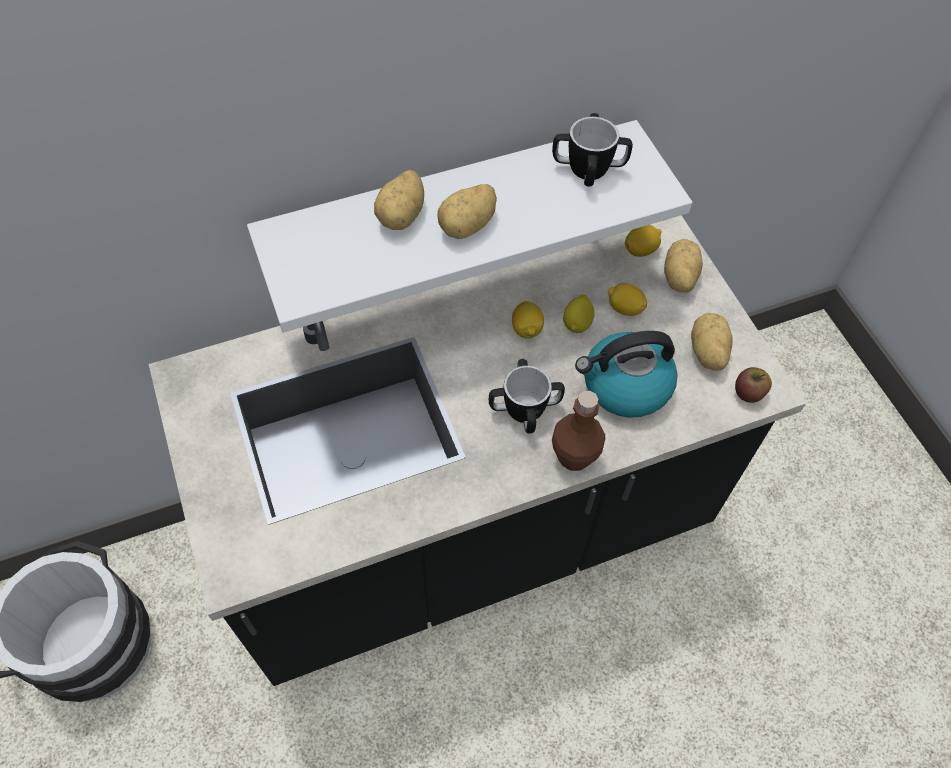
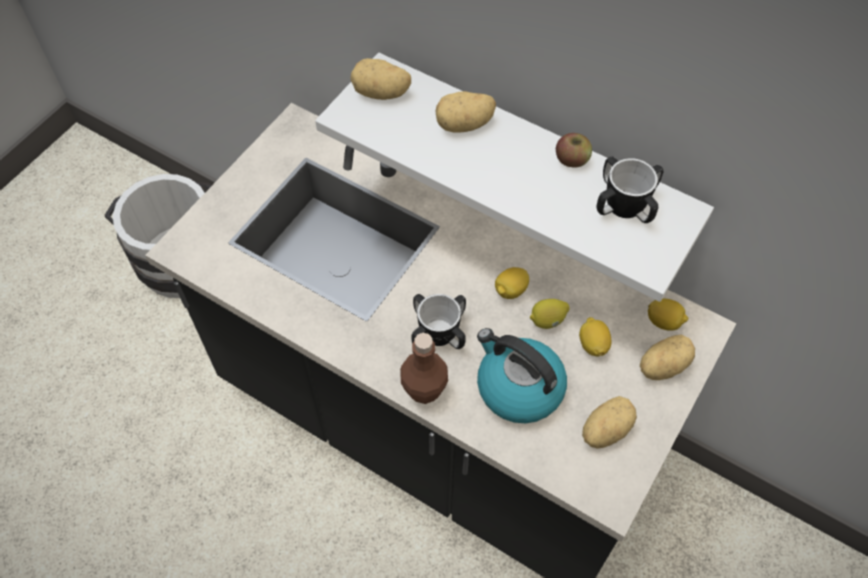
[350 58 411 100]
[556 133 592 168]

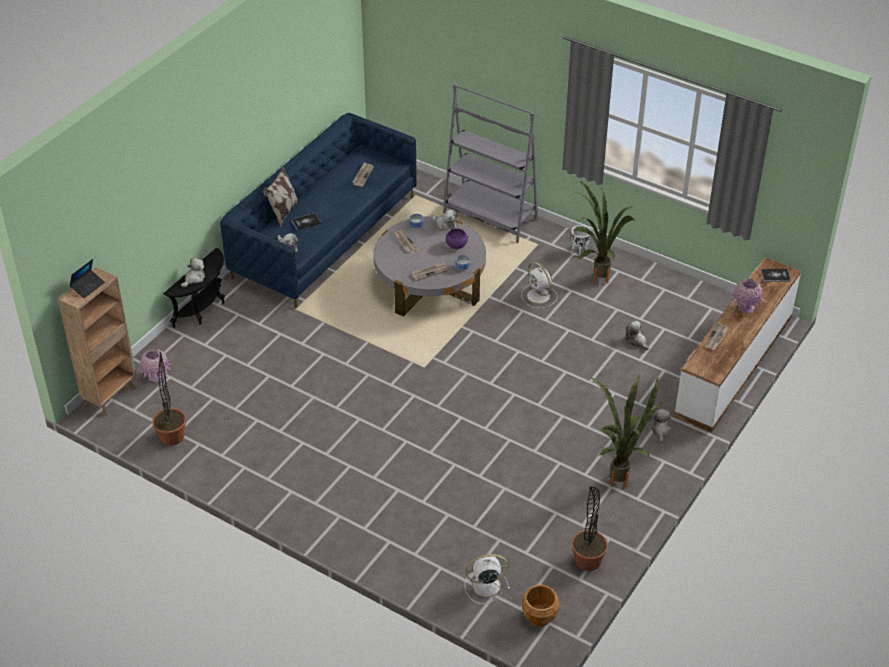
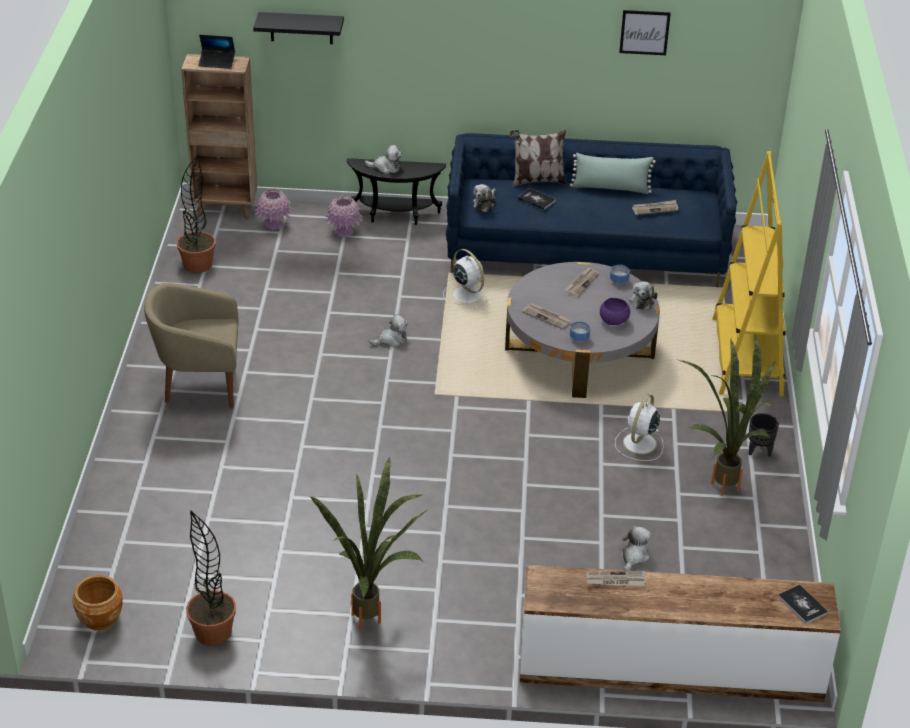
[144 283 238 409]
[253 12 344 44]
[325 196 363 237]
[369 314 408 347]
[443 249 490 309]
[570 153 656 194]
[619 10 671 55]
[712 151 786 396]
[748 413 779 457]

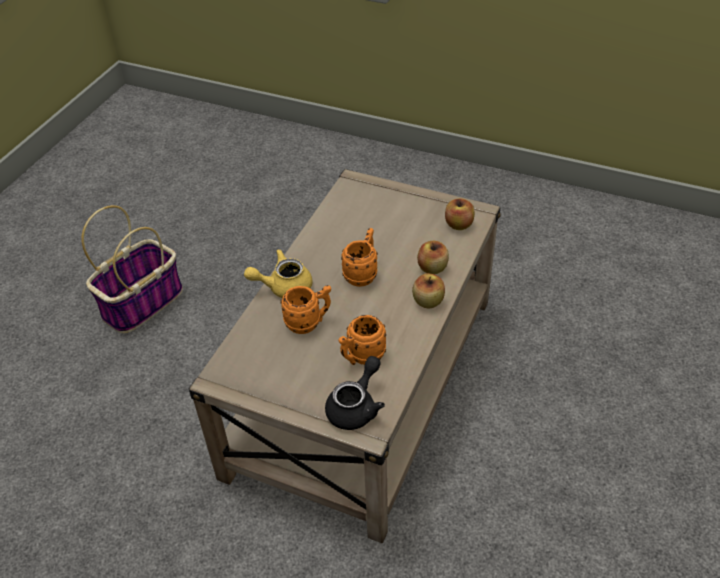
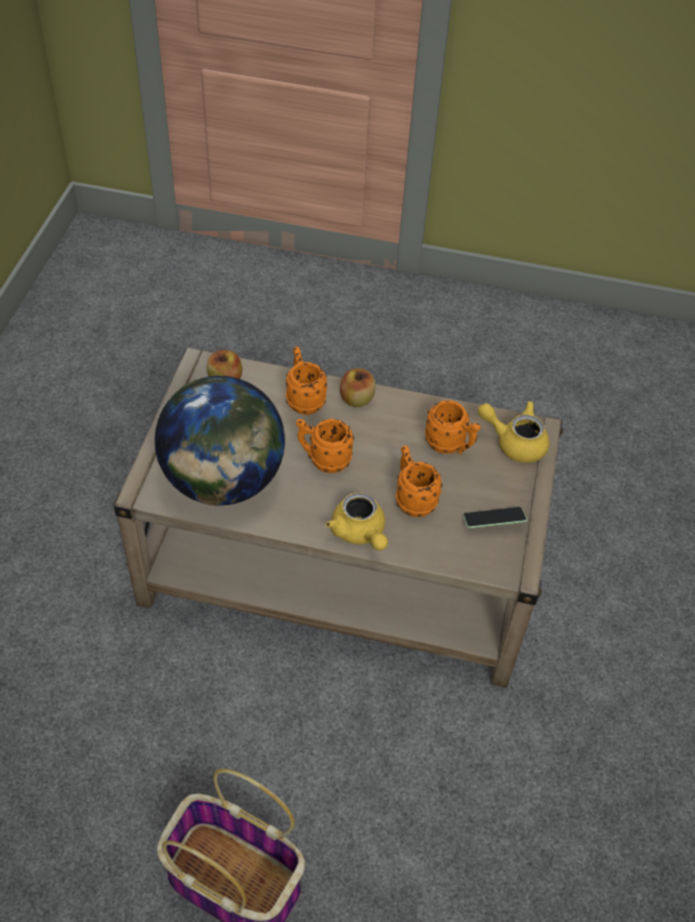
[155 376 285 506]
[286 347 327 415]
[463 507 527 528]
[478 401 549 463]

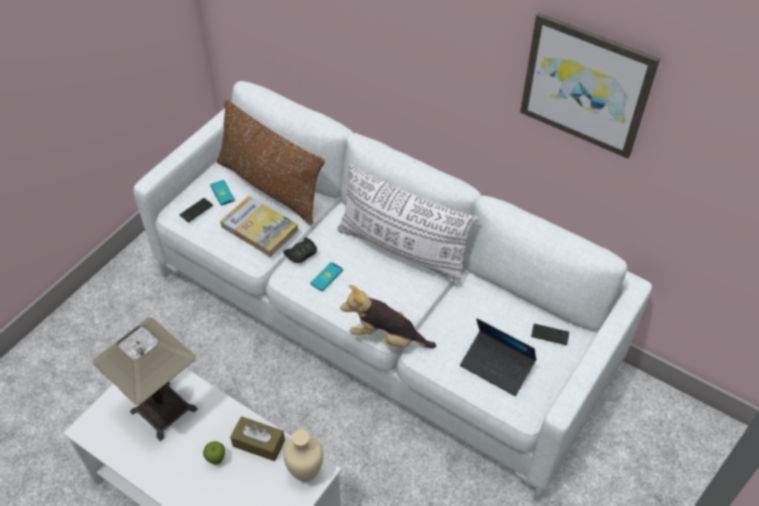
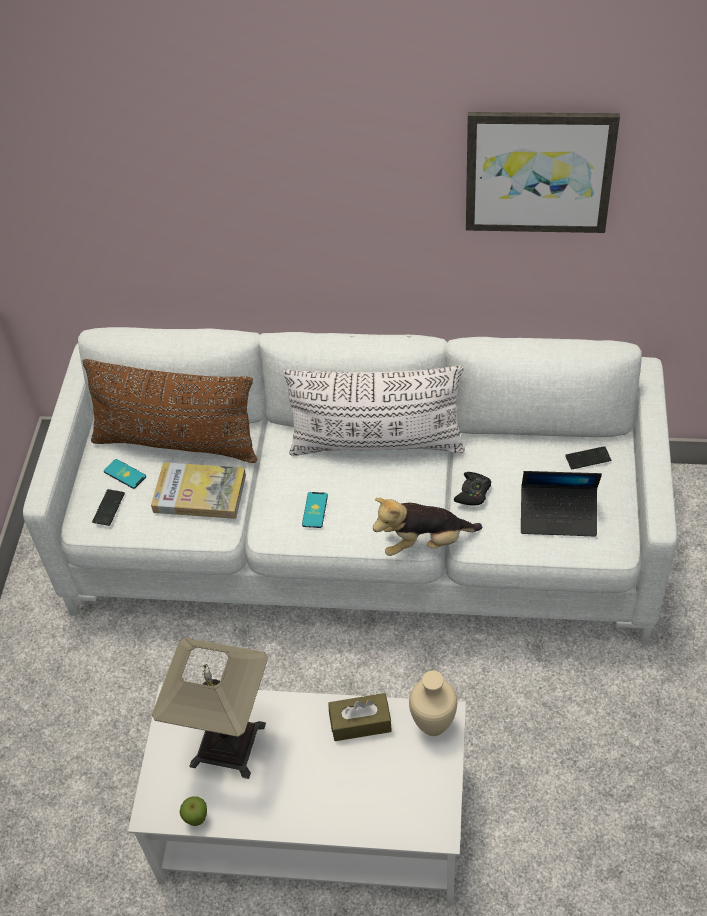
[180 796 207 826]
[454 472 491 506]

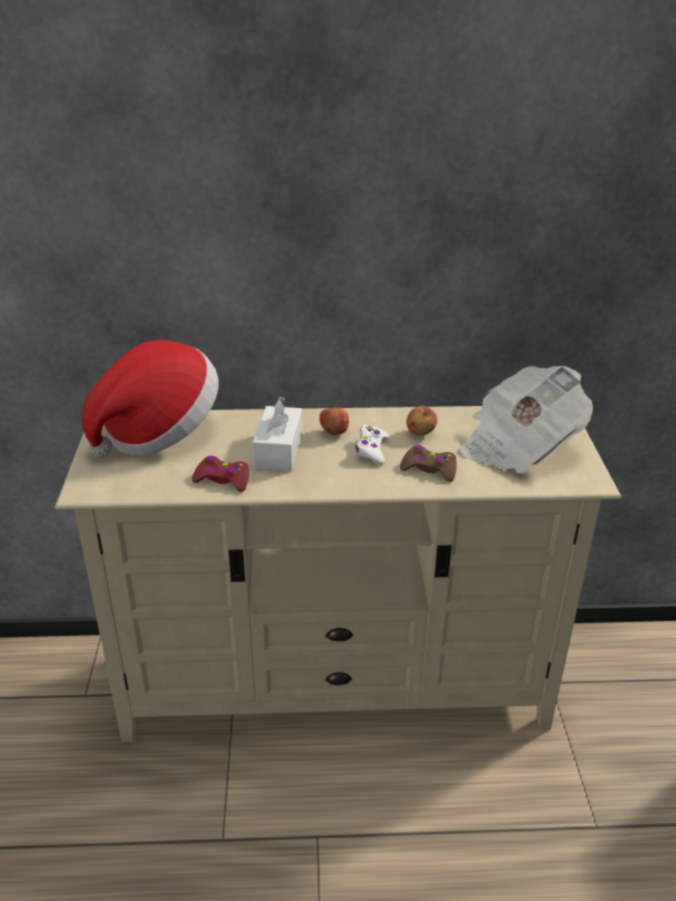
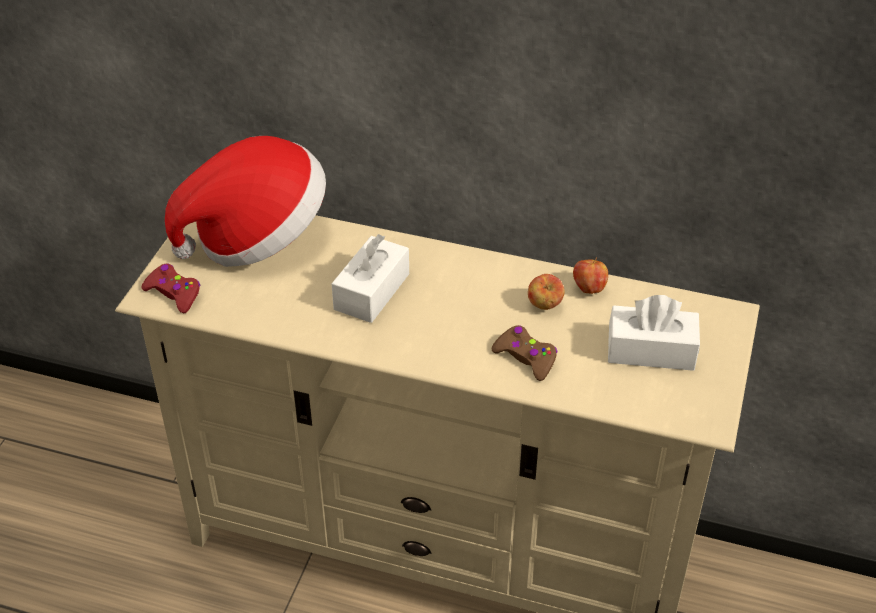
[141 264 201 314]
[573 258 608 294]
[608 295 700 371]
[356 425 389 465] (first image)

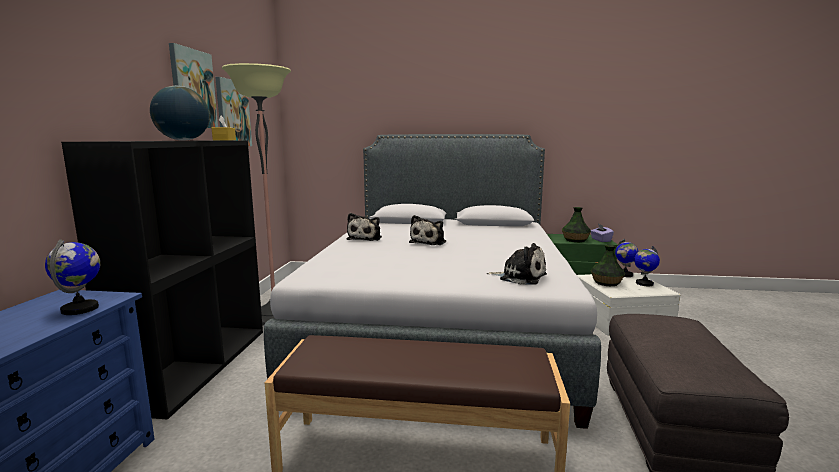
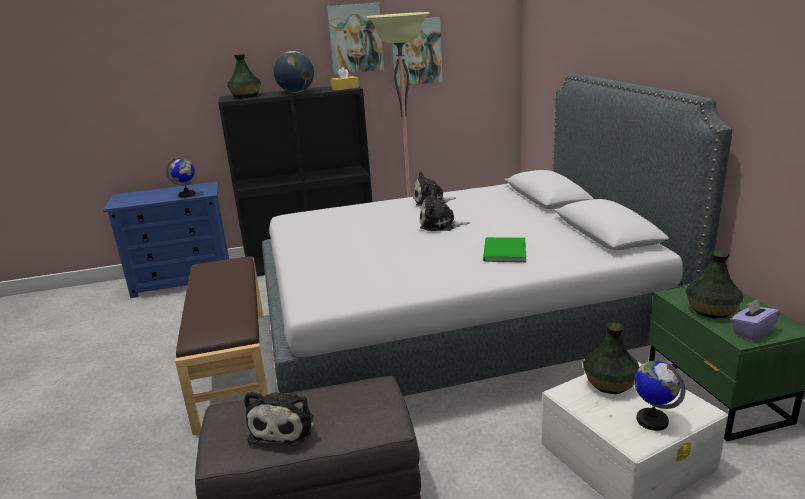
[227 54 261 98]
[244 391 314 446]
[483 237 526 262]
[615 239 639 277] (first image)

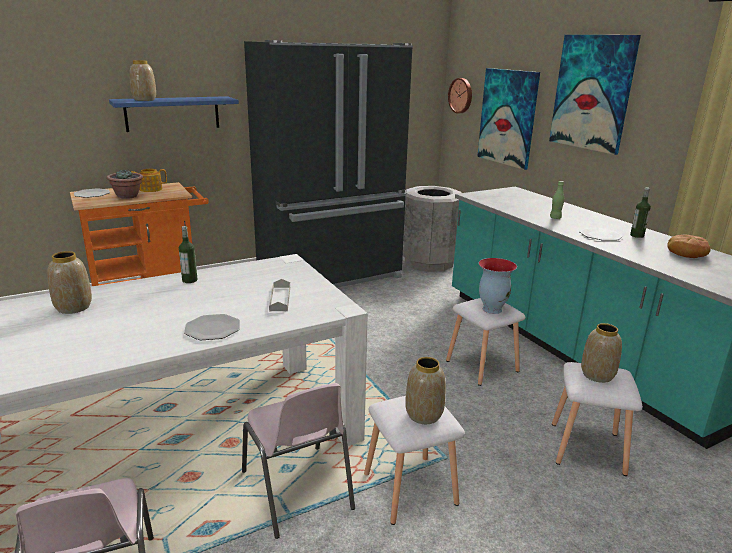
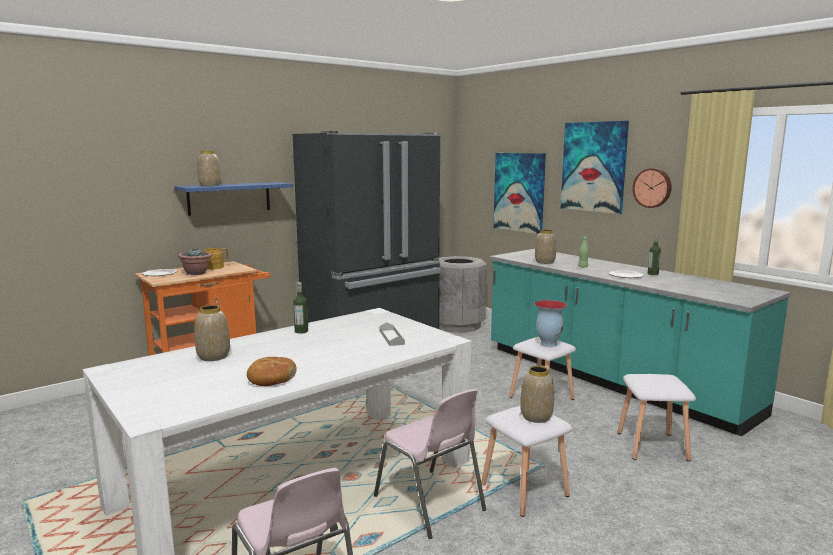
[247 357 297 386]
[535 229 556 264]
[632 168 671 208]
[184 314 240 340] (first image)

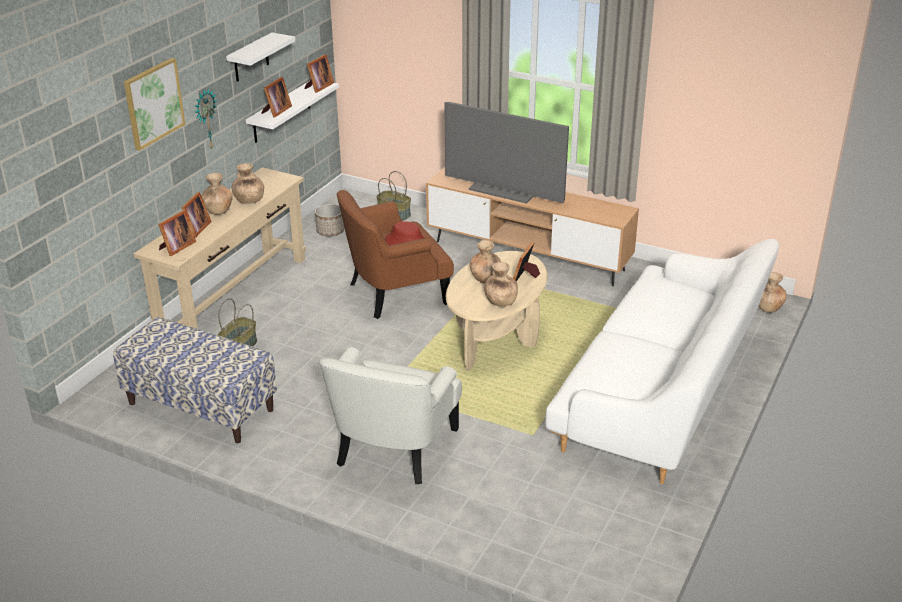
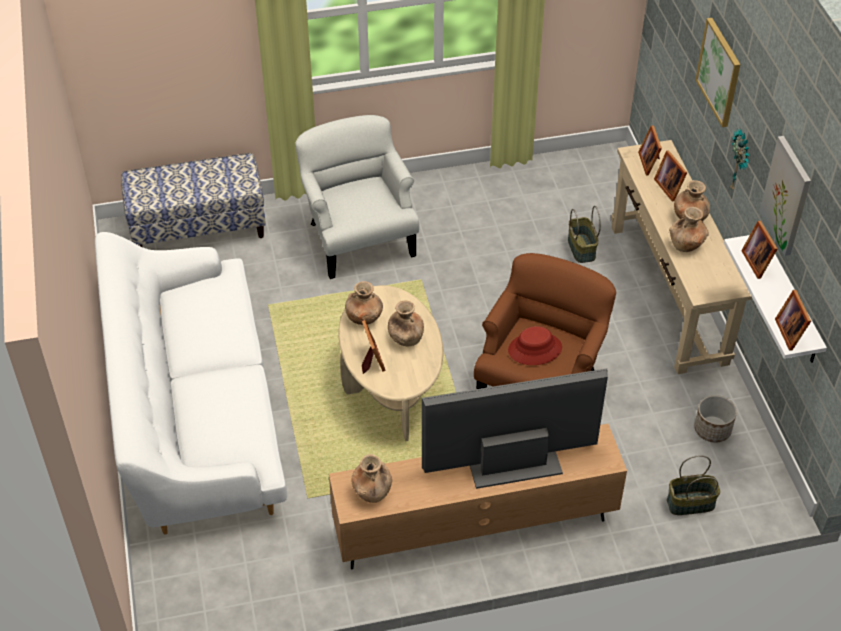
[121 153 266 247]
[351 454 392 503]
[760 136 811 256]

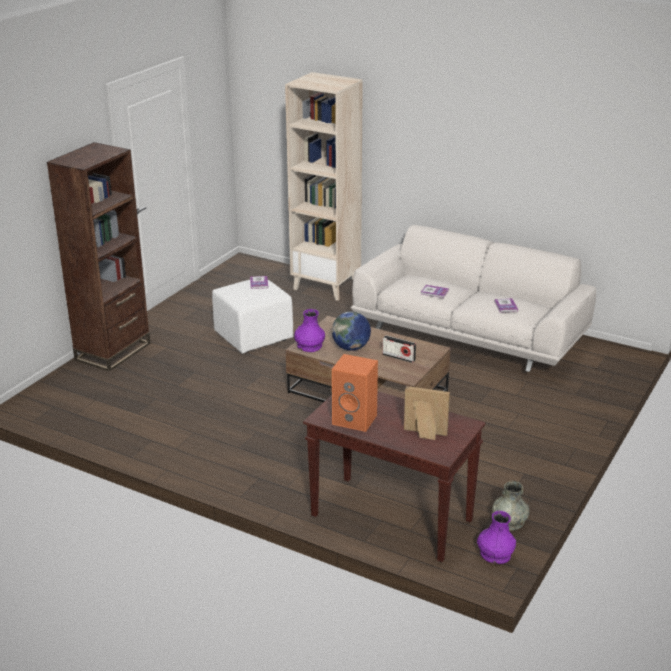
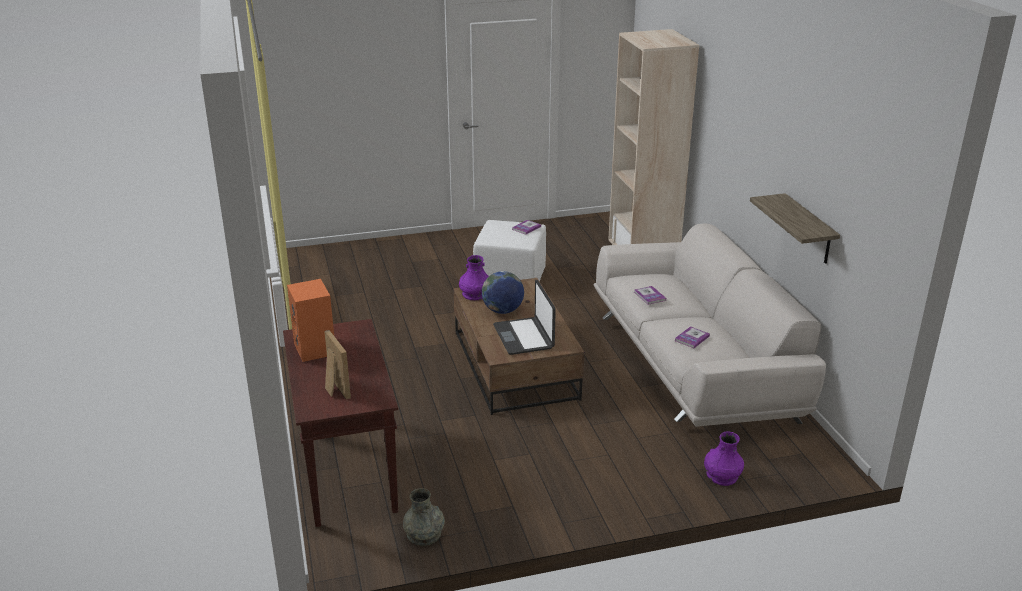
[493 280 556 355]
[704 432 744 486]
[750 193 840 264]
[47 142 150 371] (first image)

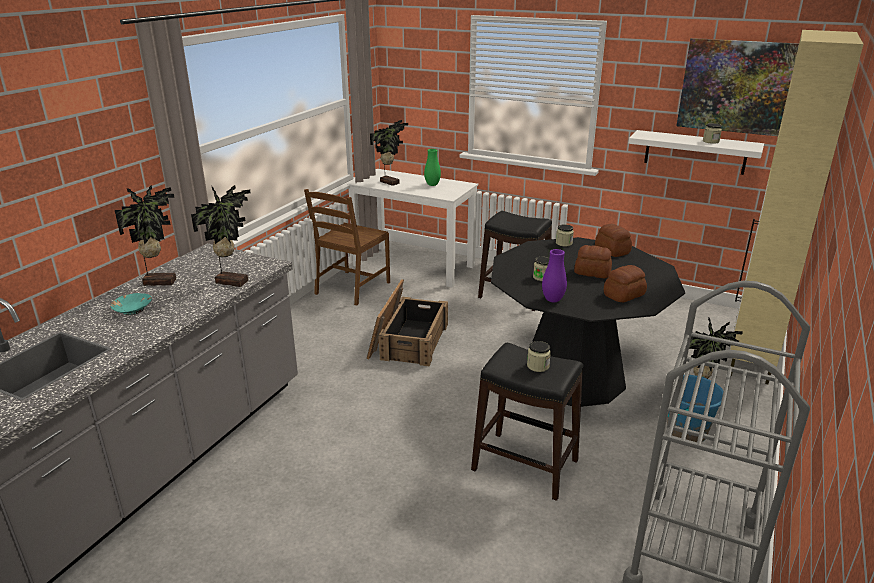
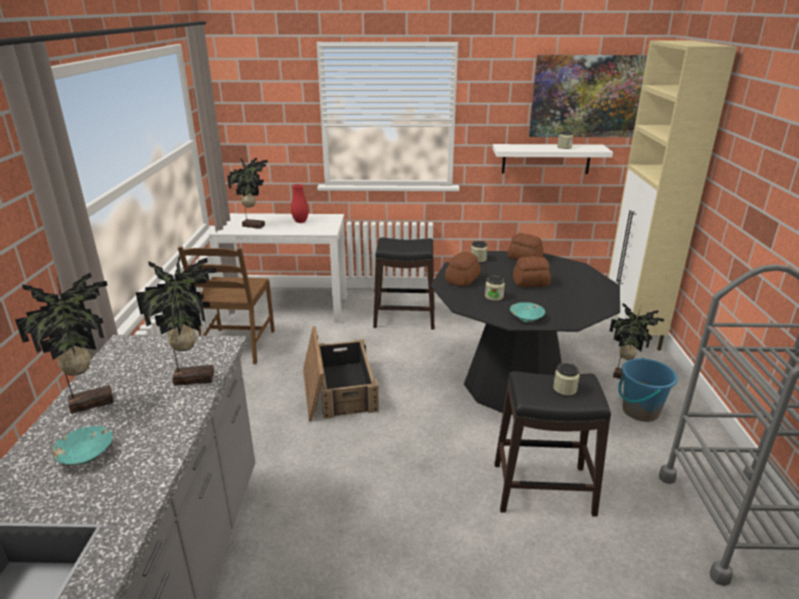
[291 184 309 223]
[445 252 481 286]
[510 302 545 322]

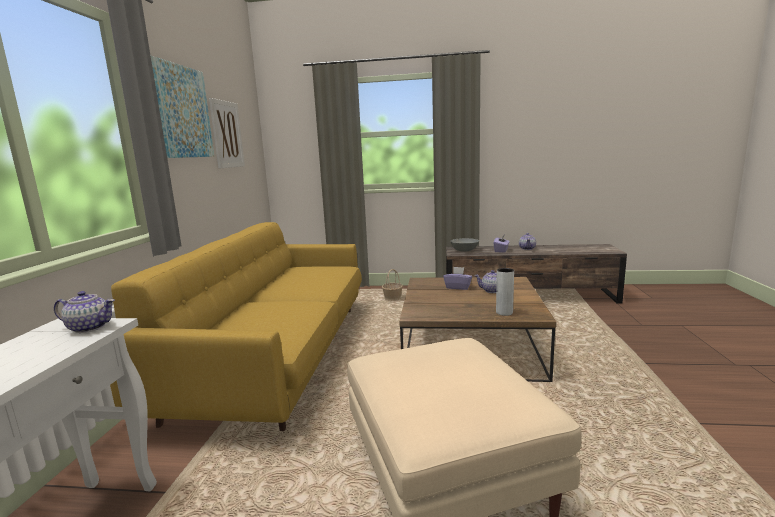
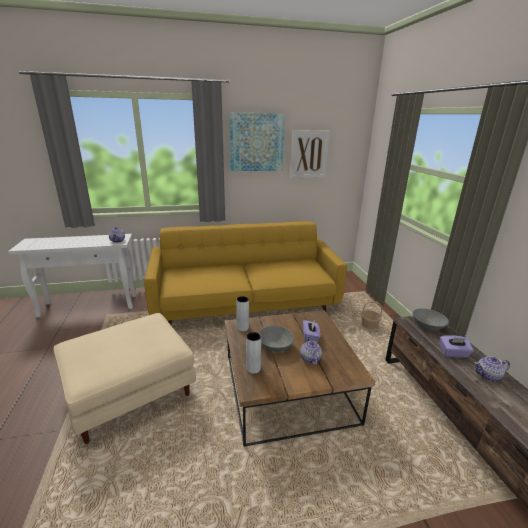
[236 296 249 331]
[259 326 294 352]

